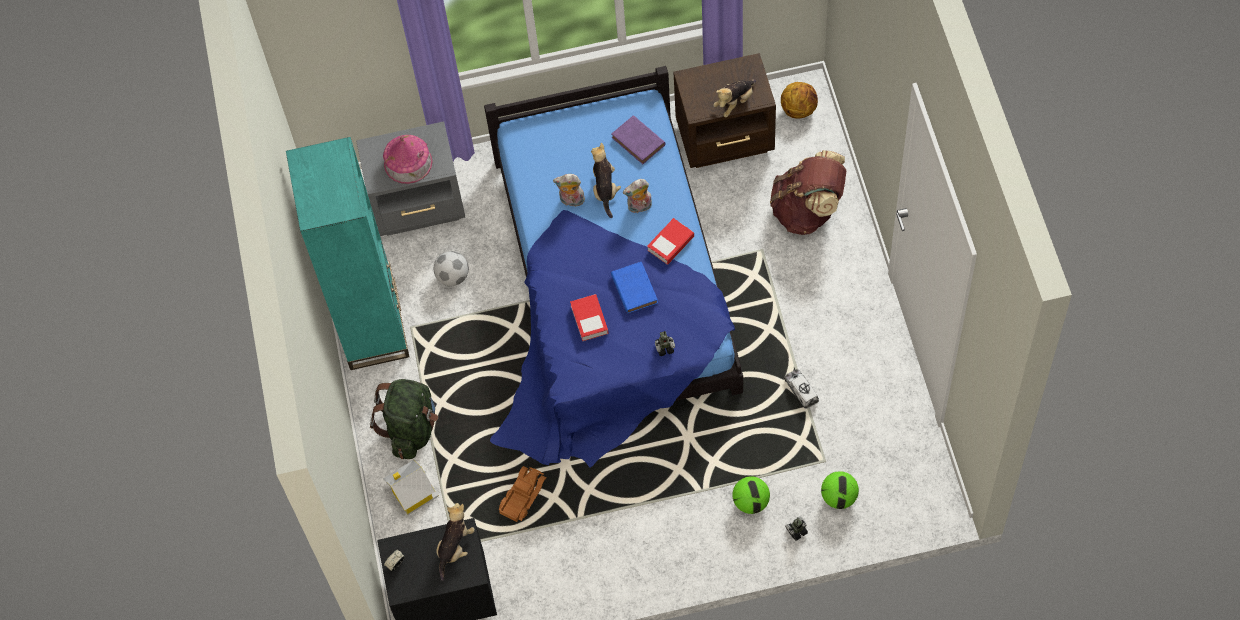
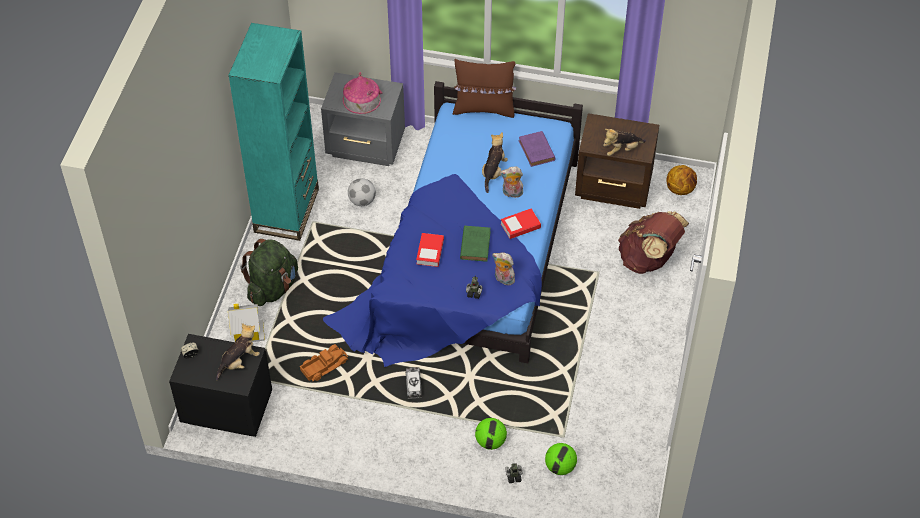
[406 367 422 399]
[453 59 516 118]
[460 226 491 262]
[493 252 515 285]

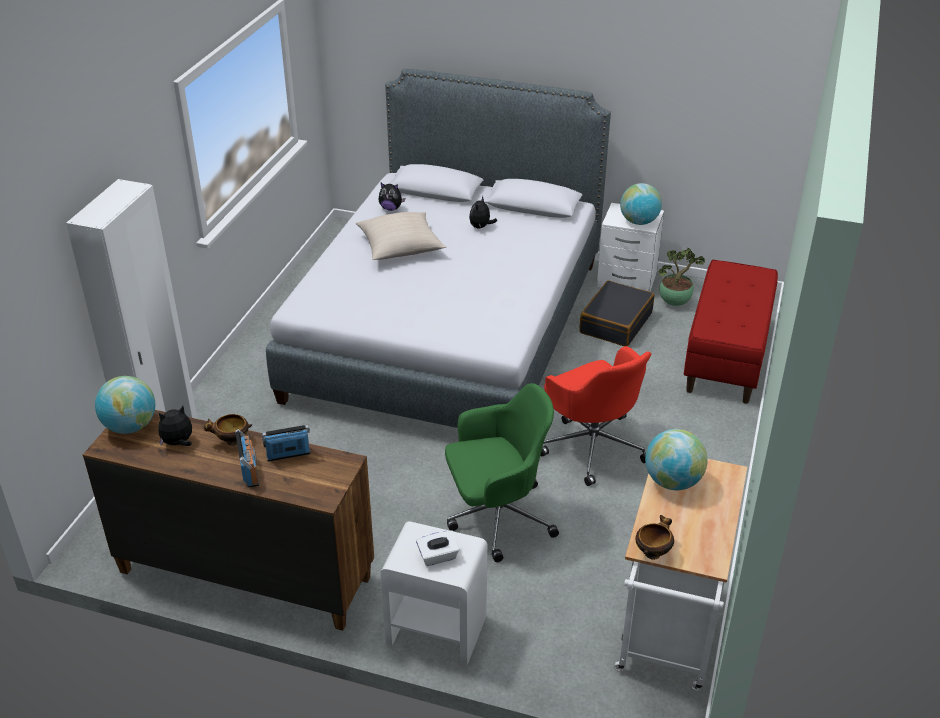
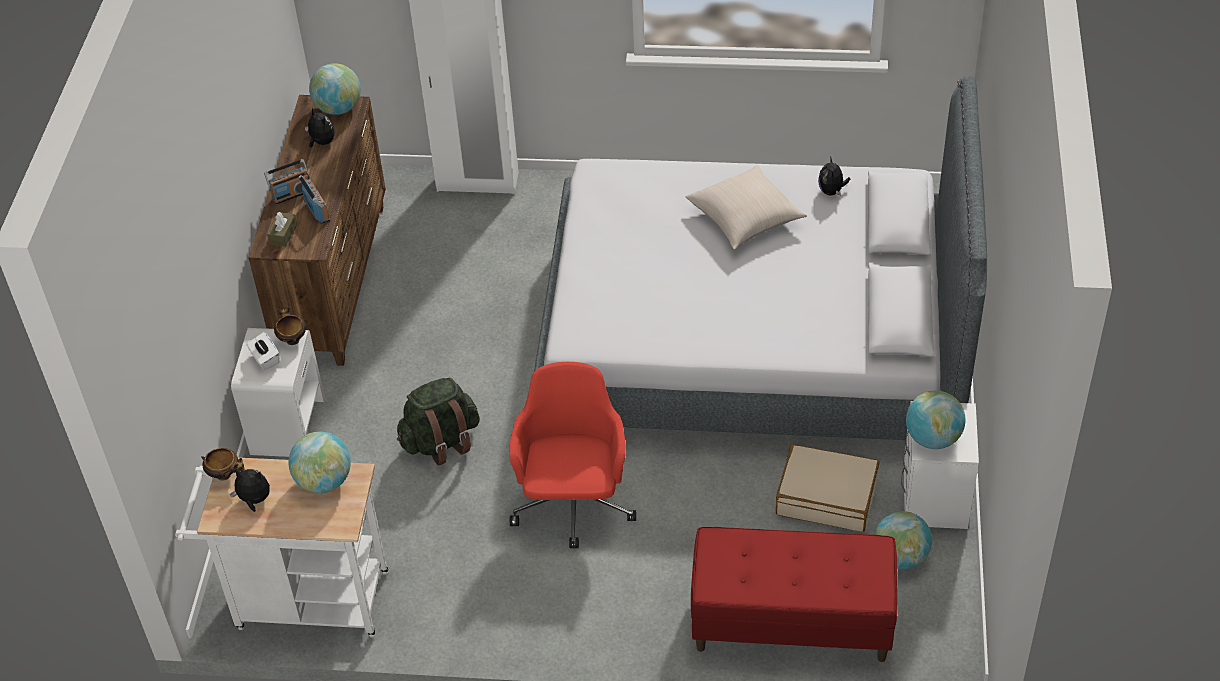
[229 469 270 512]
[267 212 297 247]
[274 307 306 345]
[397 378 480 466]
[509 362 636 549]
[776 444 880 532]
[875 511 932 569]

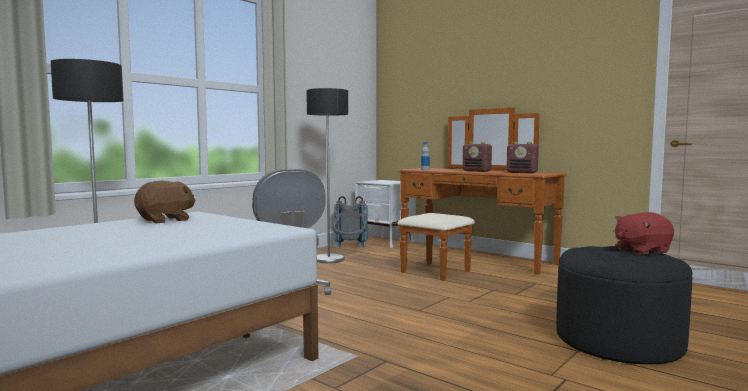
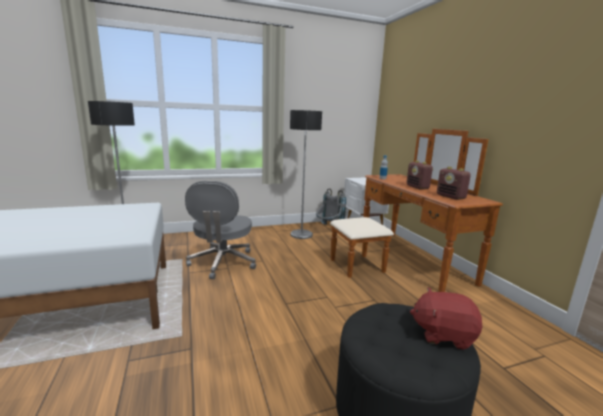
[134 181 196 223] (first image)

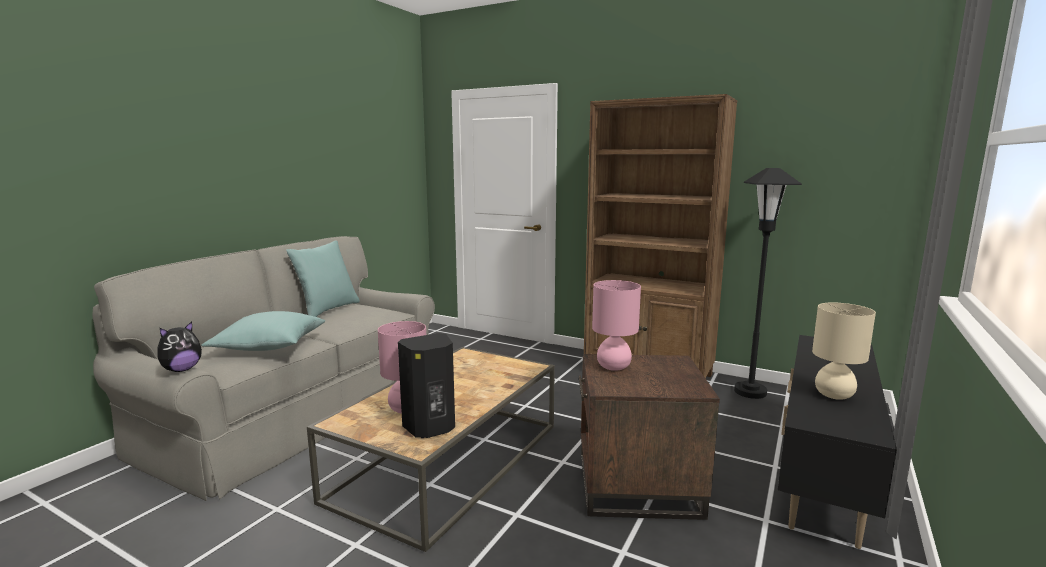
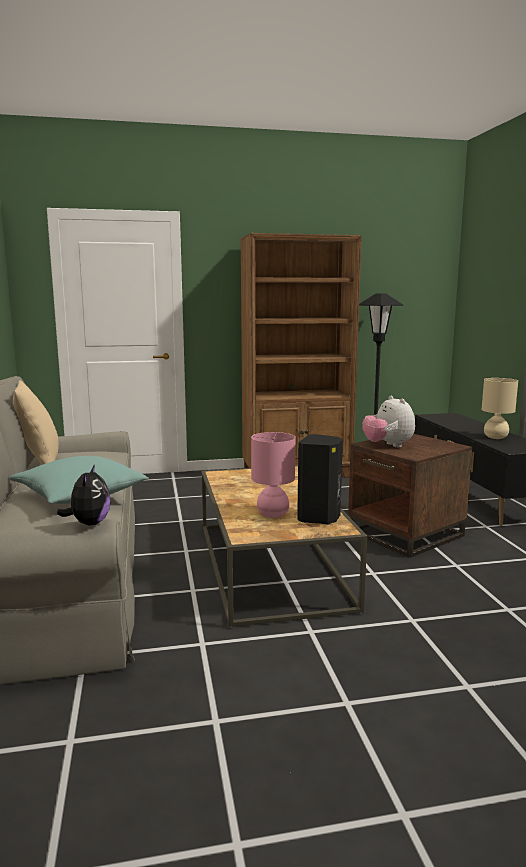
[13 380 59 465]
[362 396 415 447]

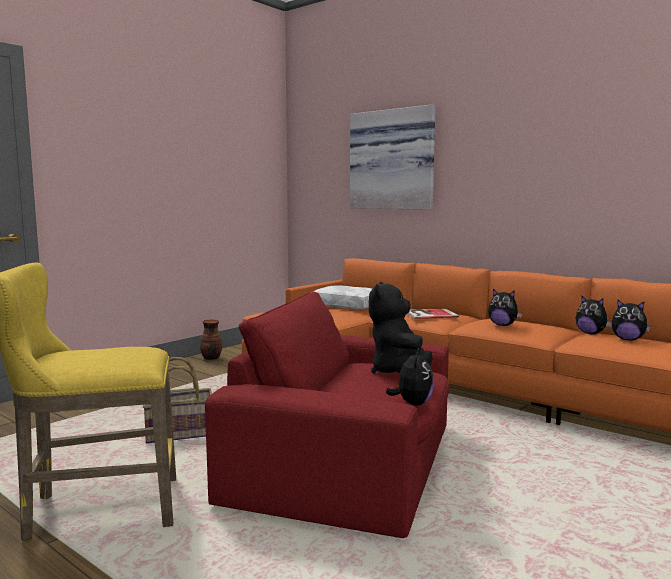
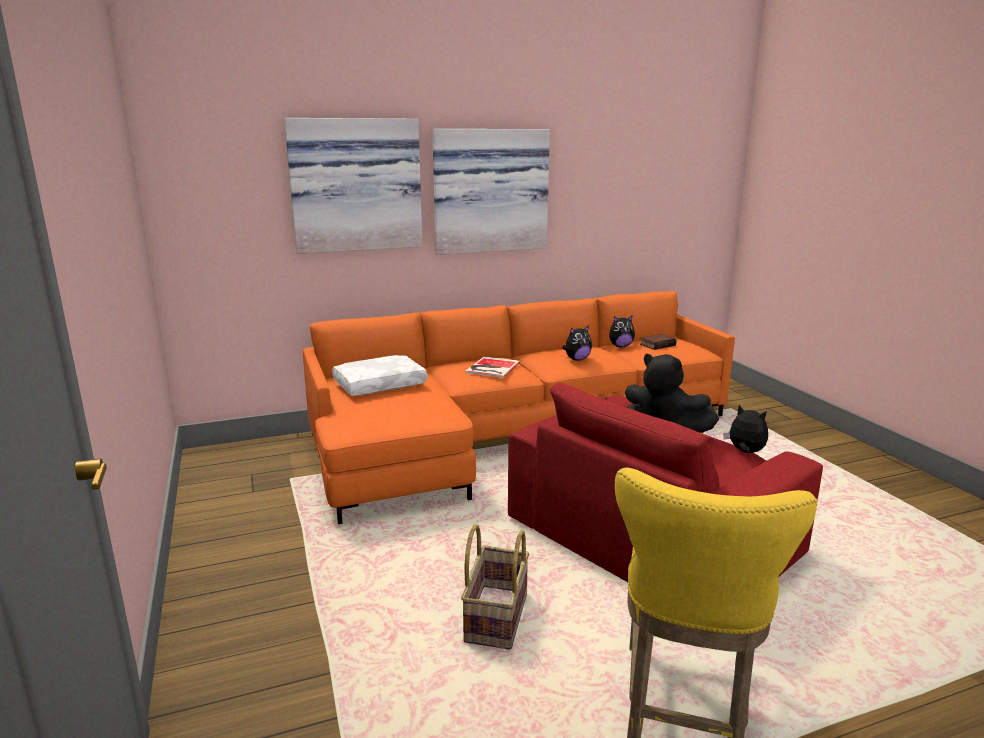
[432 129 550 255]
[640 334 676 350]
[200 319 222 360] (first image)

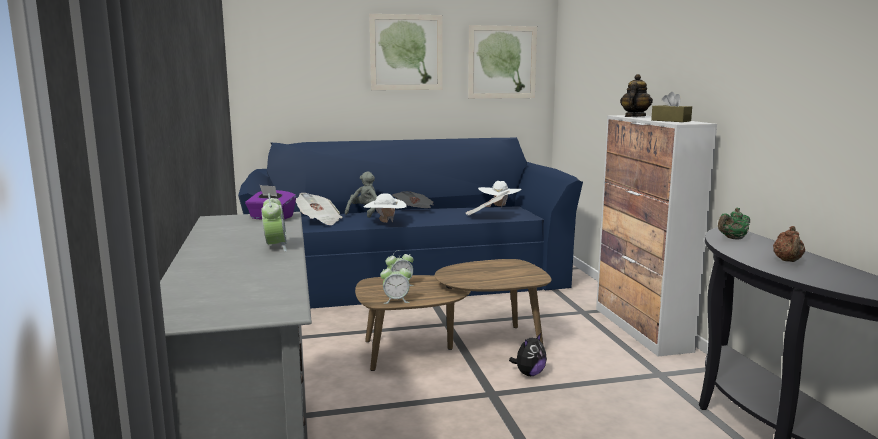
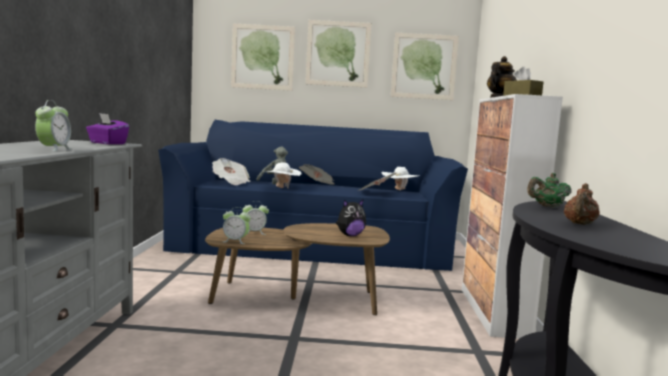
[231 24 295 91]
[336 200 366 236]

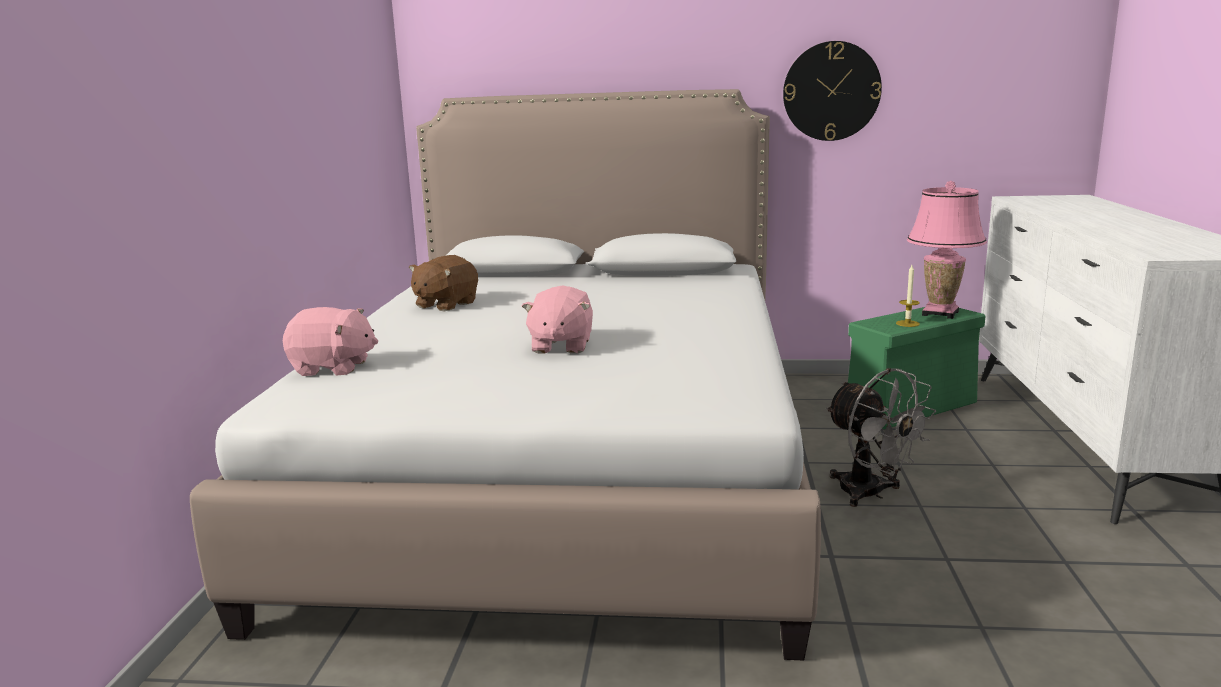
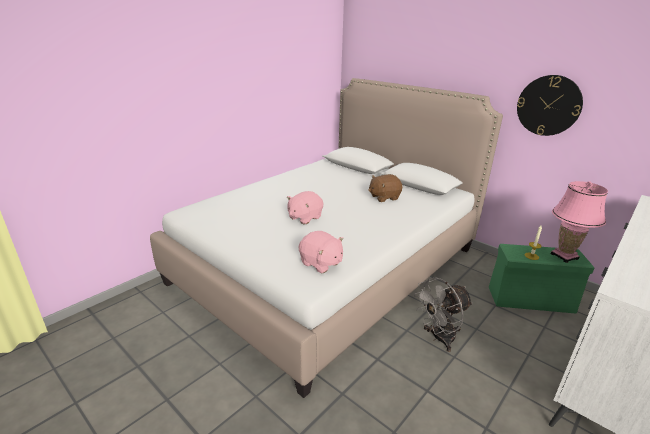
[299 231 343 273]
[368 174 402 202]
[414 277 473 352]

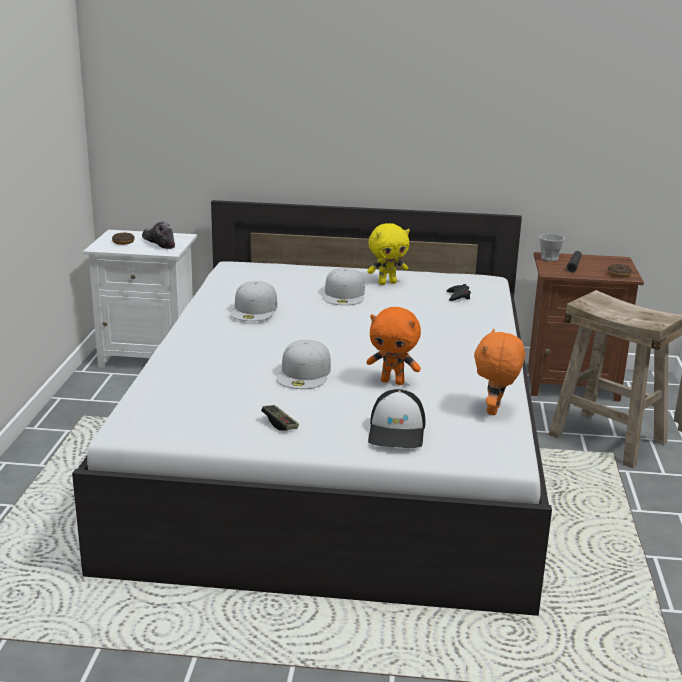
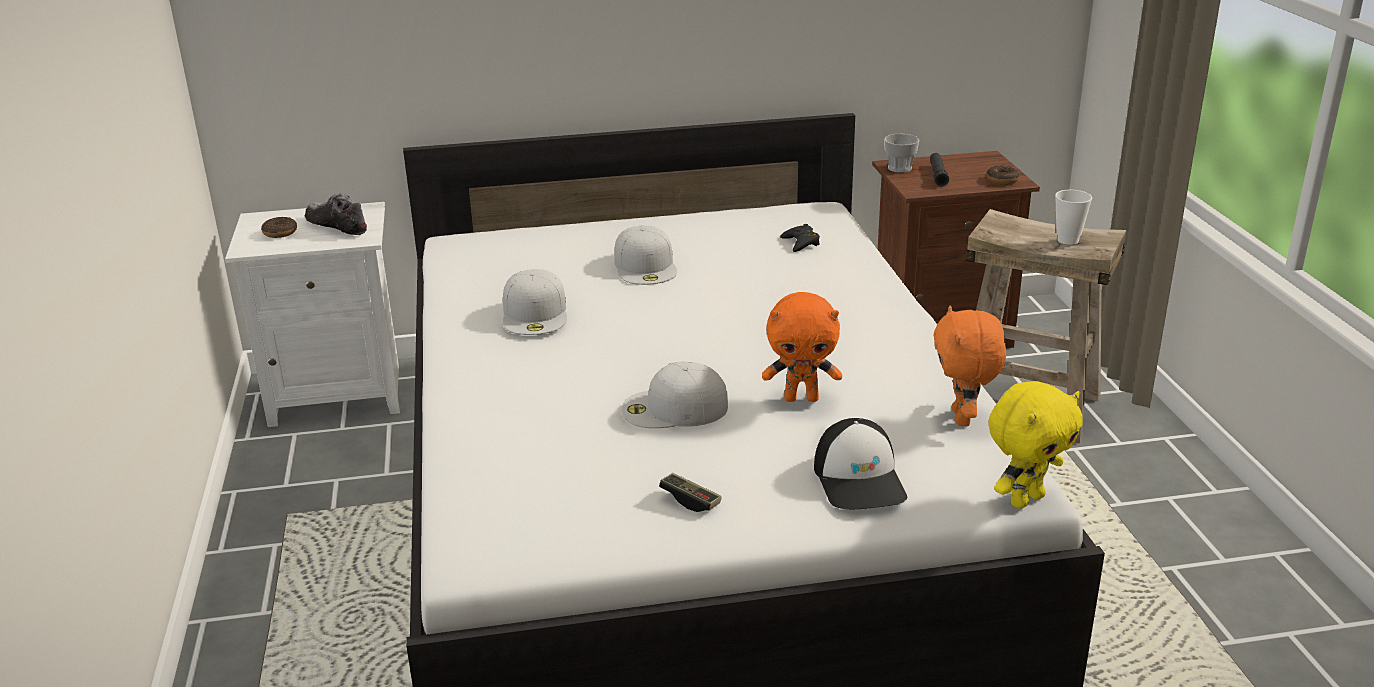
[621 361 728 428]
[988 381 1083 509]
[1055 190 1092 245]

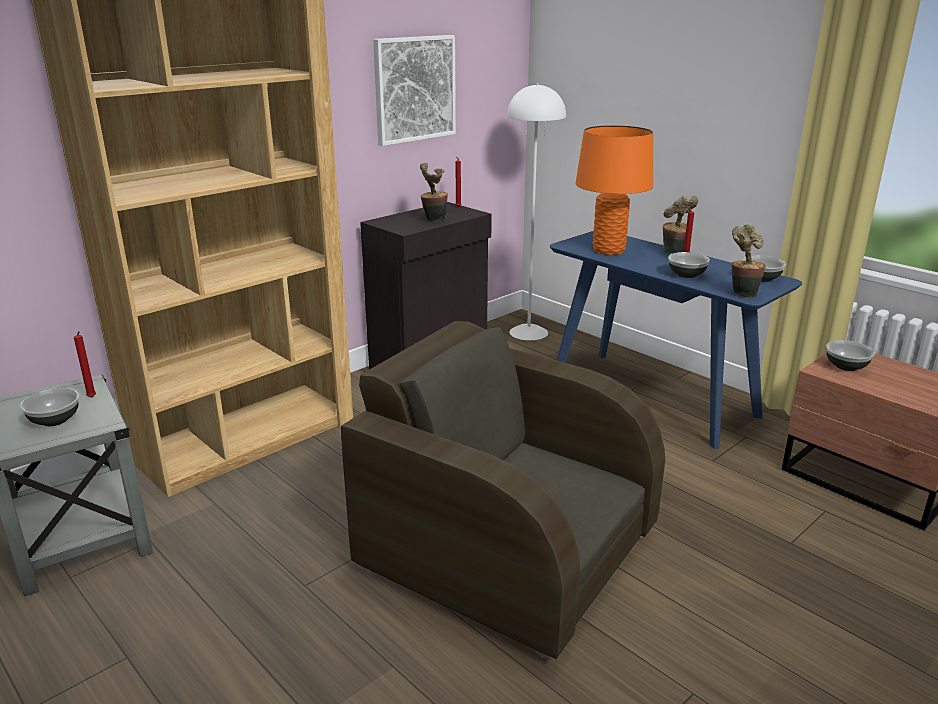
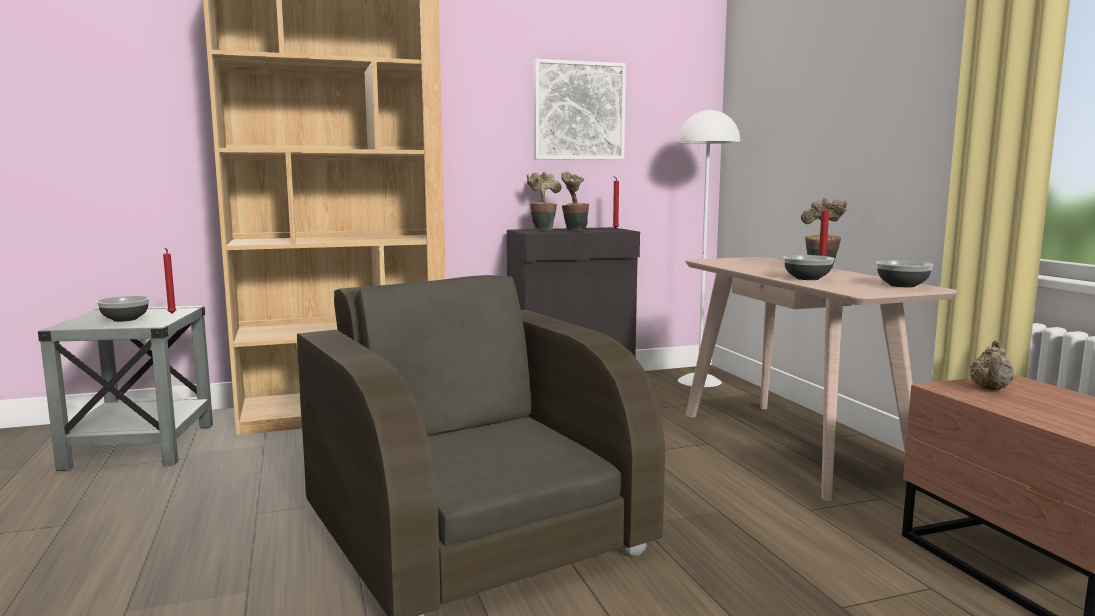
[527 172 562 231]
[685 257 957 501]
[970 340 1015 390]
[575 125 653 255] (first image)

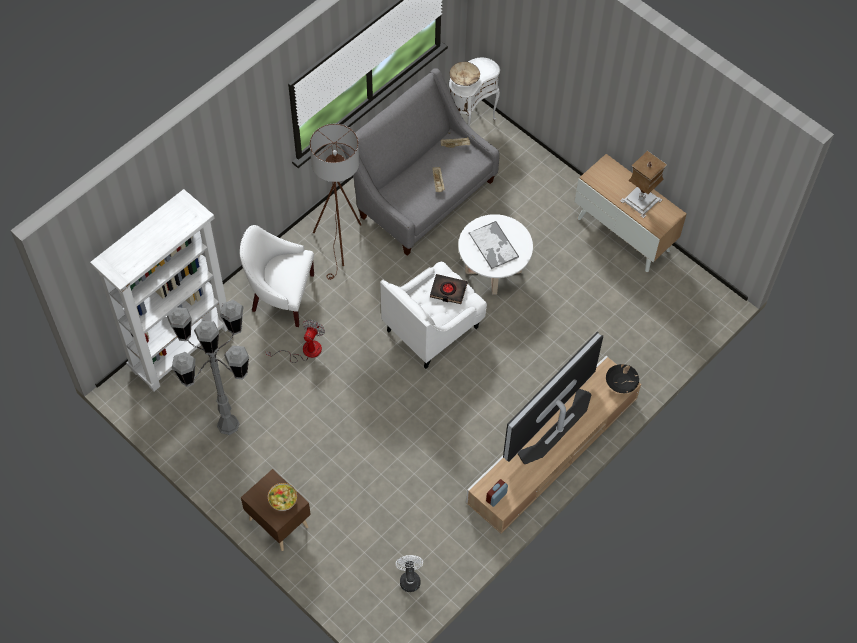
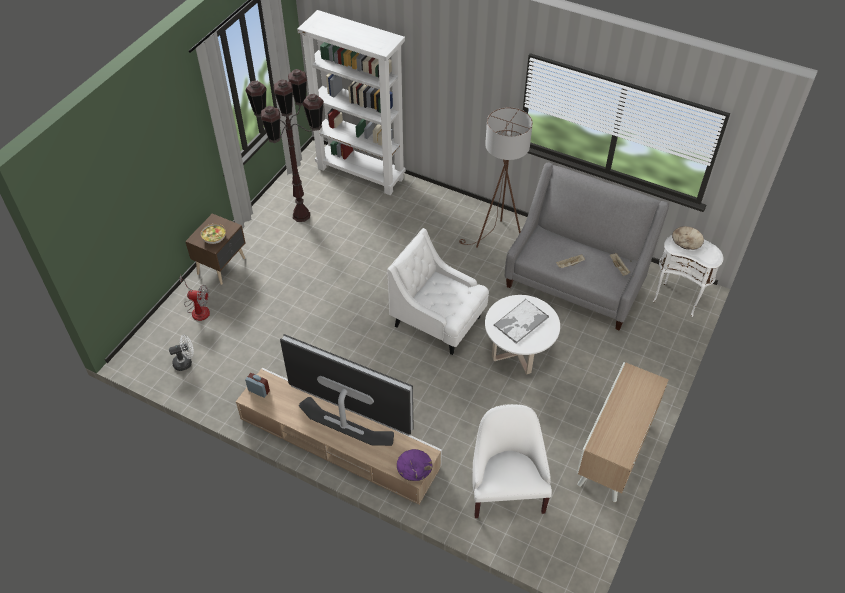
[179 275 210 321]
[246 69 324 222]
[397 449 432 481]
[473 404 552 518]
[430 274 468 304] (first image)
[620 151 667 218] (first image)

